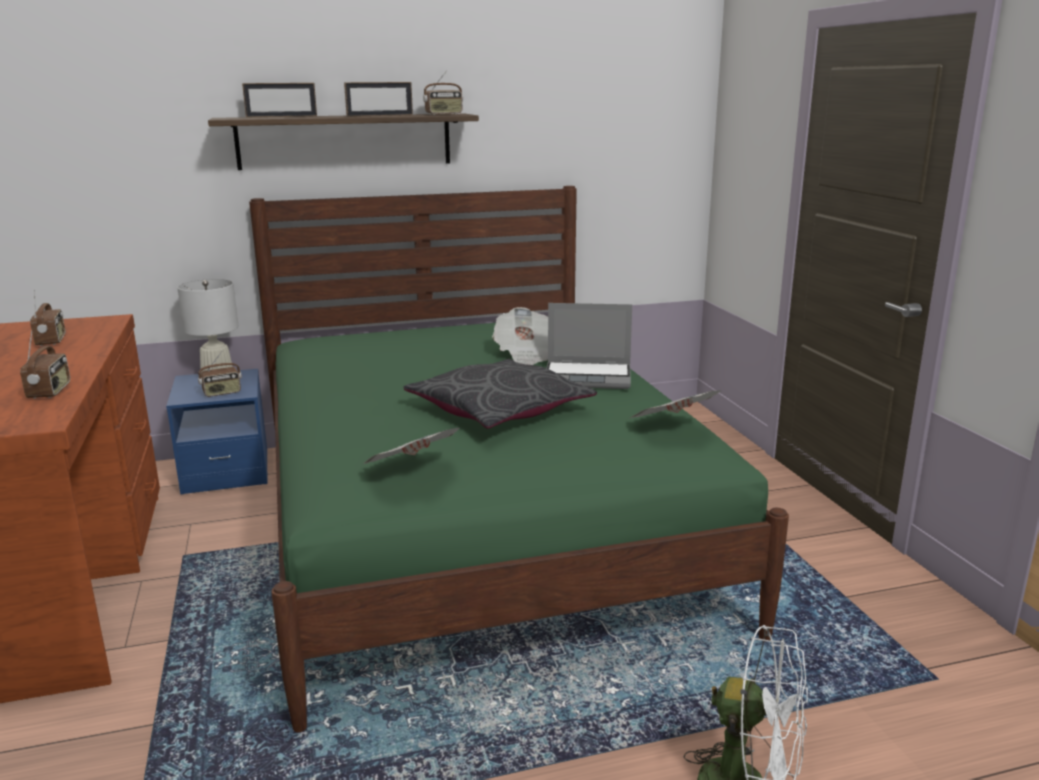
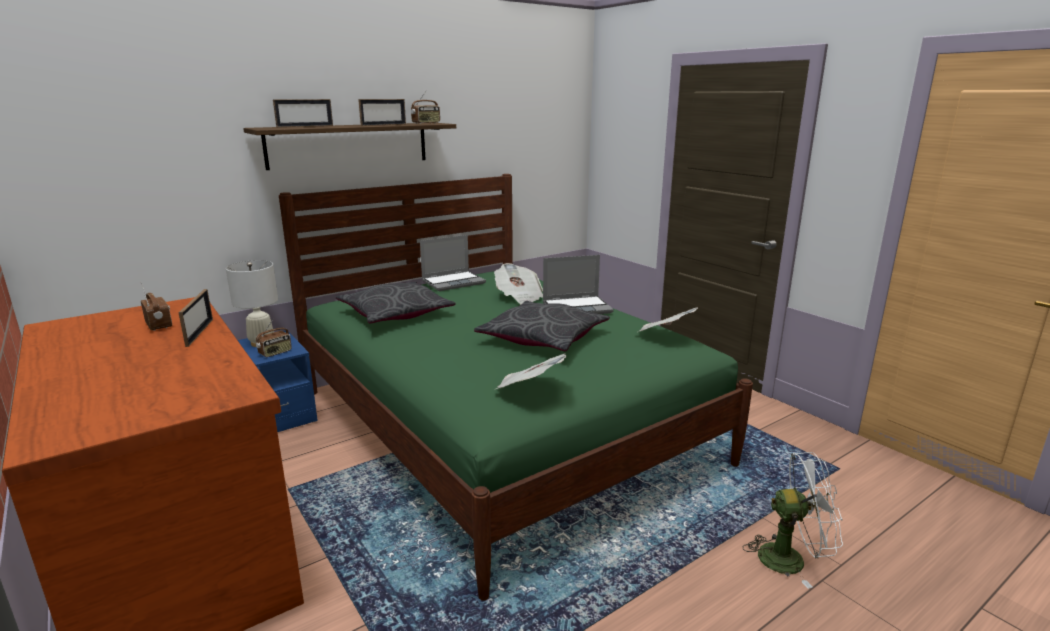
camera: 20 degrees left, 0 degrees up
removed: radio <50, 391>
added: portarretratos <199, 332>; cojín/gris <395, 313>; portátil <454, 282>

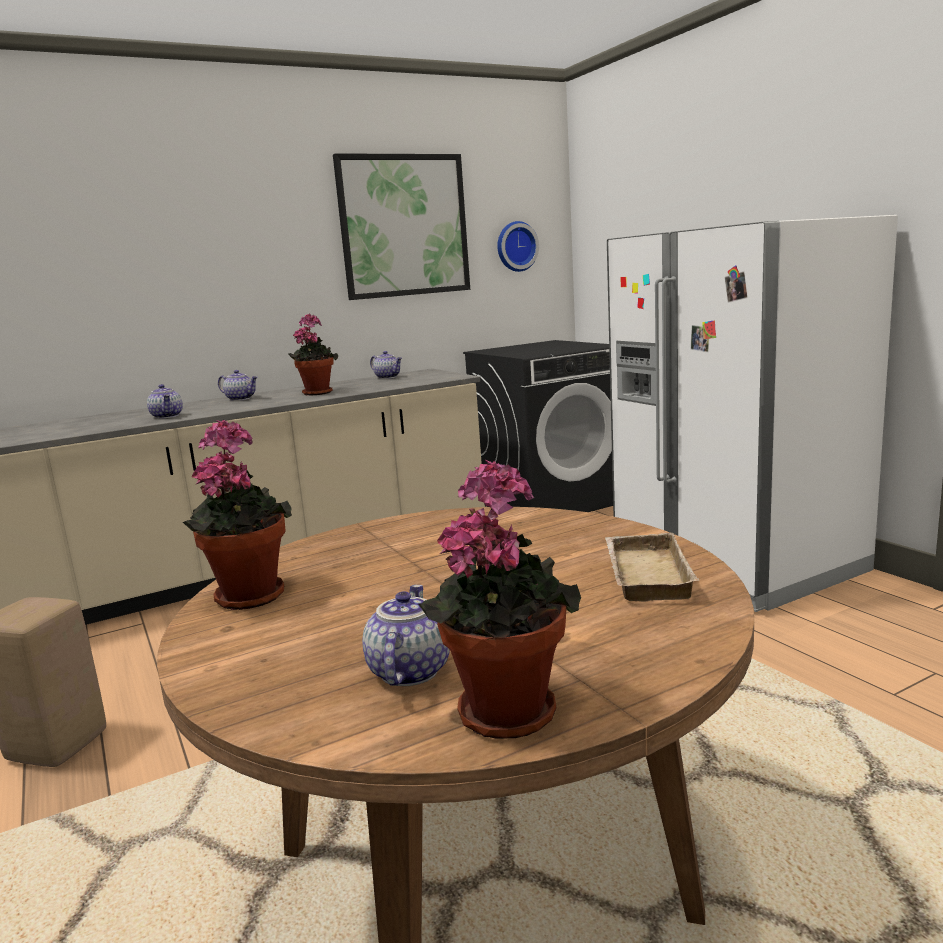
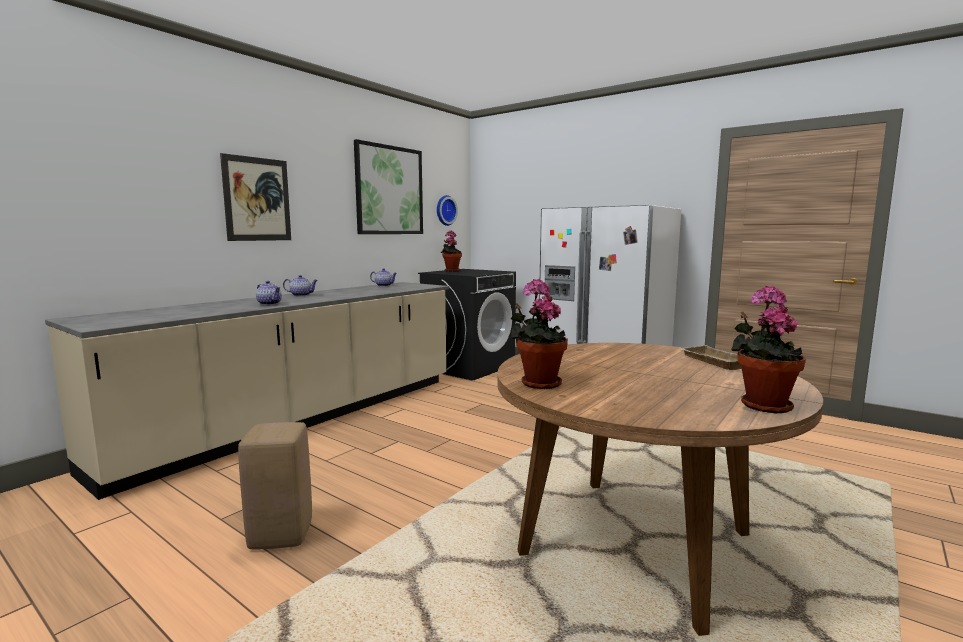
camera: 25 degrees left, 5 degrees down
removed: tetera <407, 671>
added: cuadro <257, 199>
moved: planta en maceta <317, 392> to <451, 271>

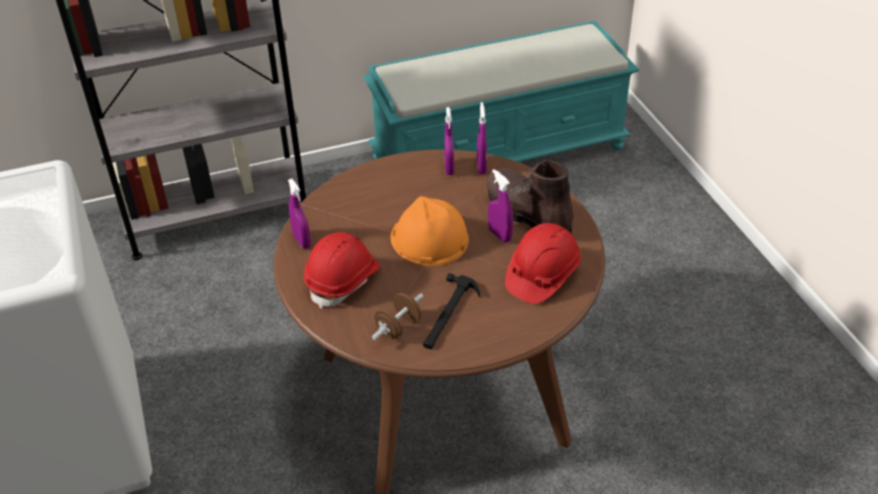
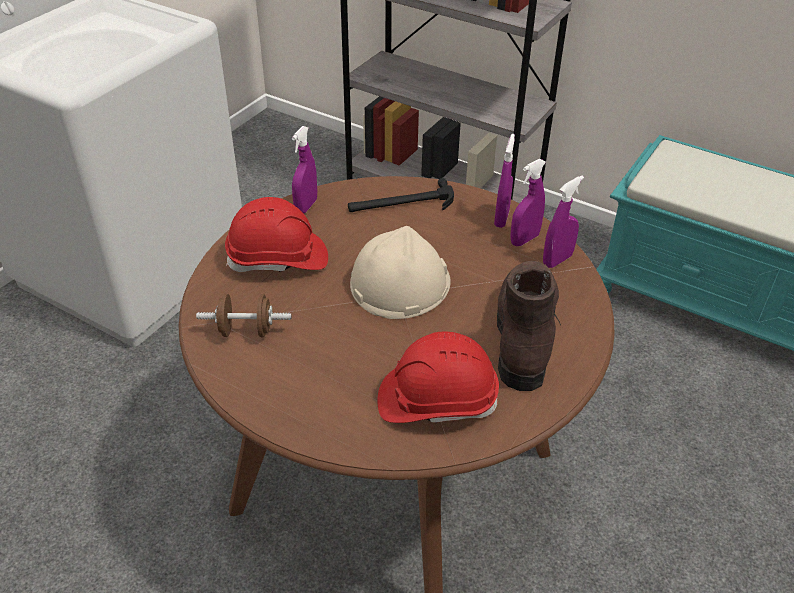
camera: 50 degrees right, 0 degrees up
moved: martillo <448, 314> to <401, 203>; pulverizador/morado <499, 235> to <501, 218>
recoloured: casco/naranja <429, 239> to casco/beis <399, 283>

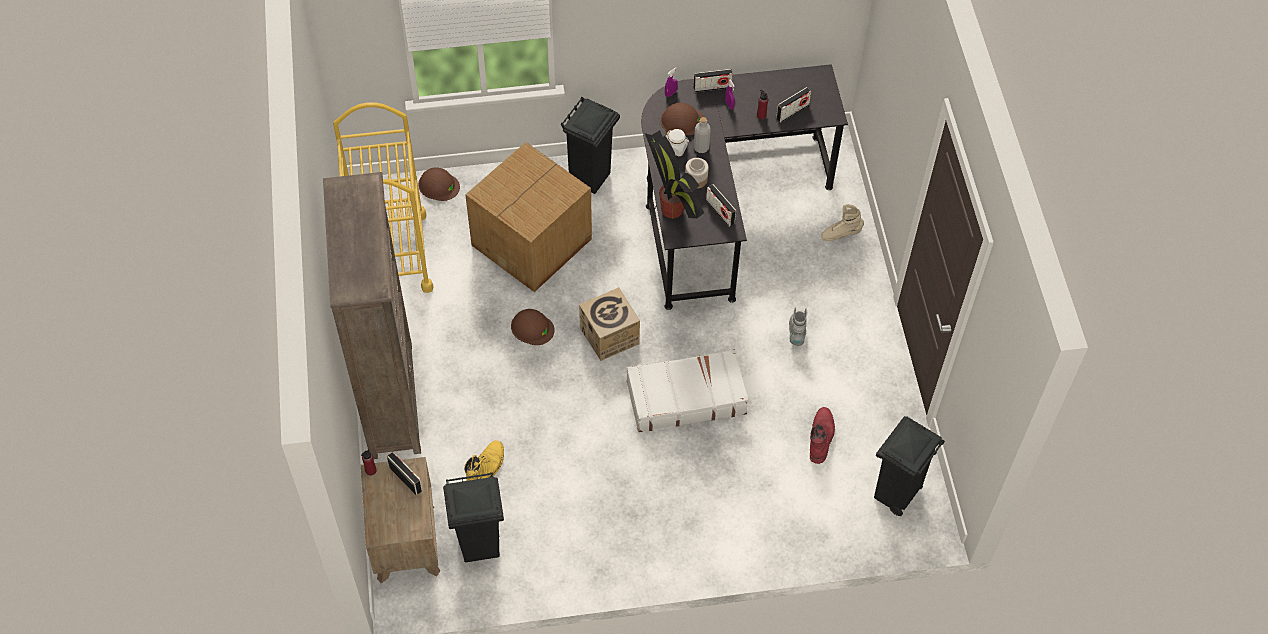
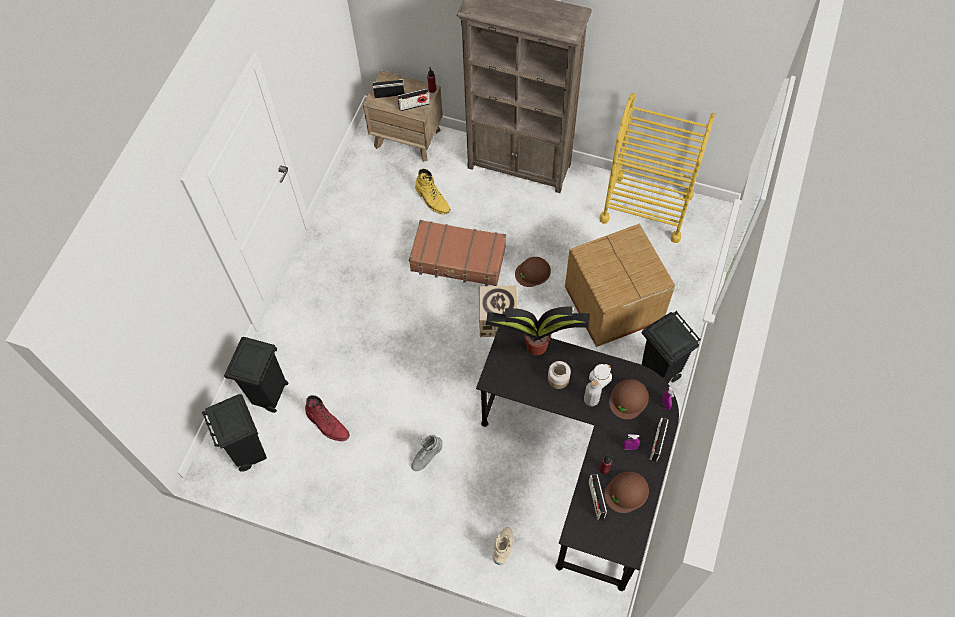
camera: 120 degrees right, 5 degrees up
removed: maleta/blanco <685, 397>
added: maleta/marrón <458, 259>
moved: casco/marrón <438, 185> to <627, 492>; papelera/negro <480, 545> to <269, 396>; radio <720, 212> to <389, 94>
turned: bota/gris <797, 332> = <426, 456> 105 degrees clockwise

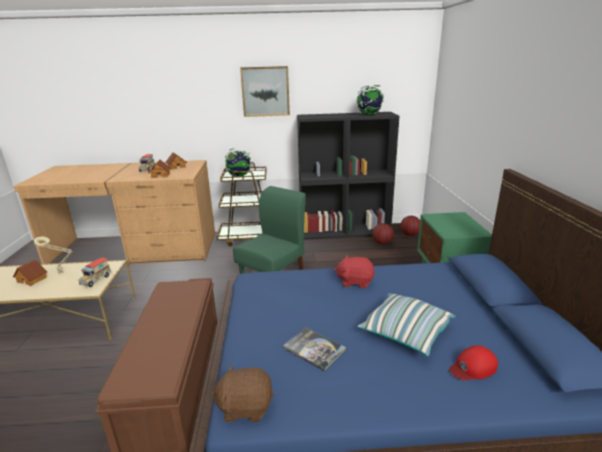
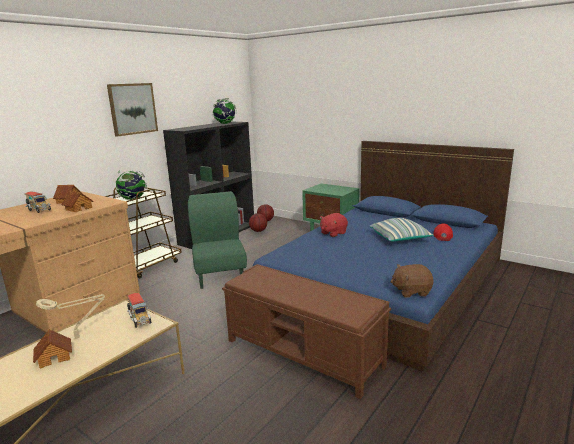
camera: 50 degrees left, 5 degrees down
removed: libro <314, 348>
turned: peluche/marrón <245, 407> = <411, 291> 45 degrees clockwise

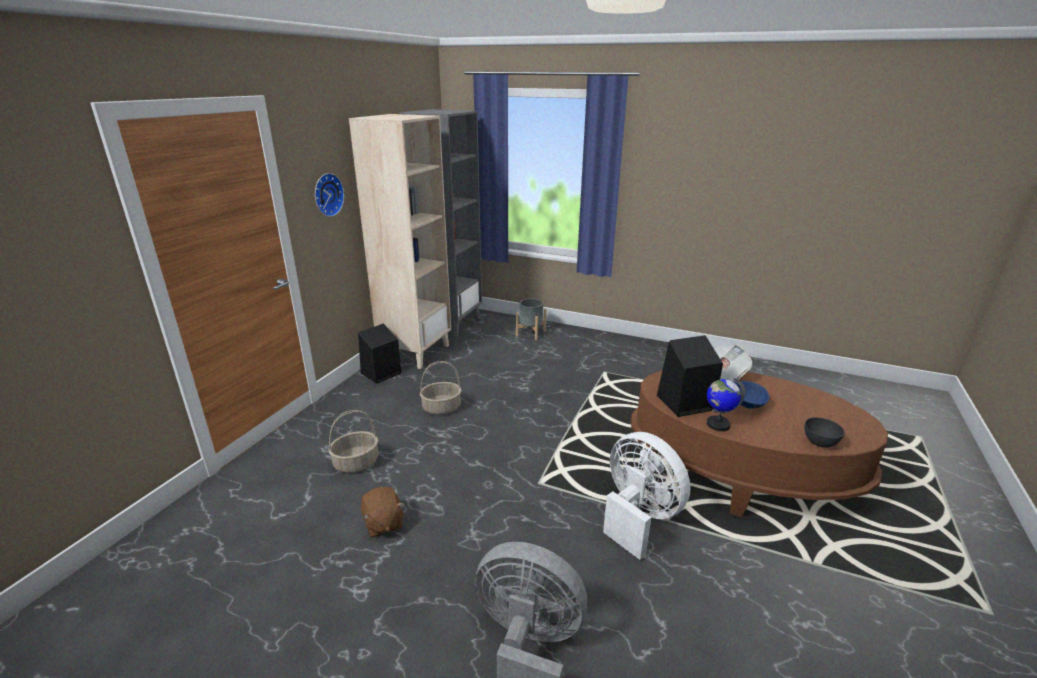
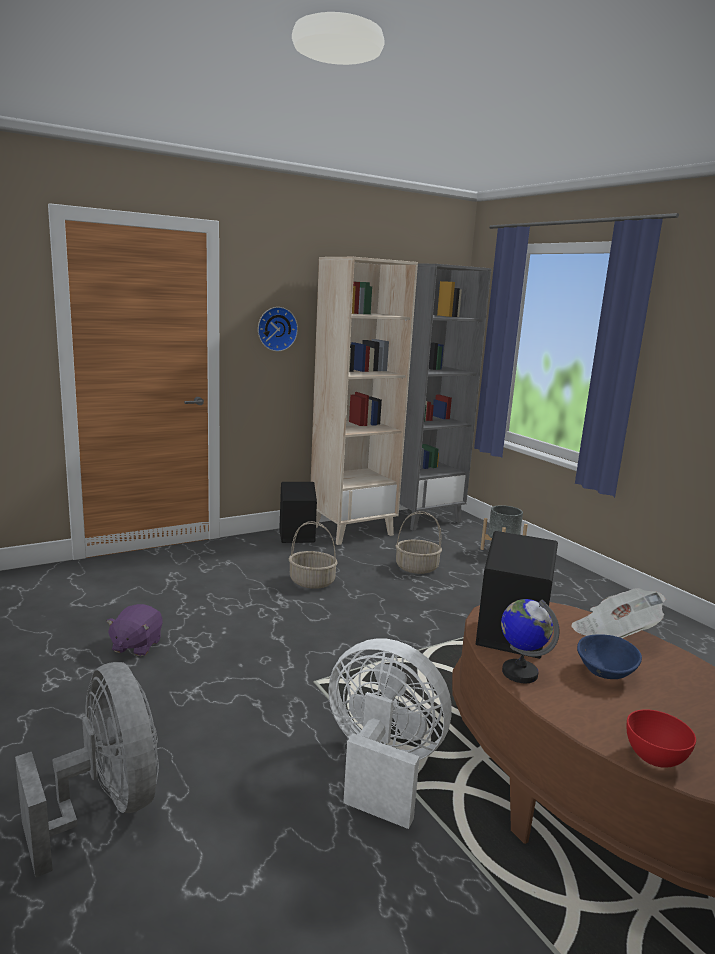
camera: 35 degrees right, 10 degrees down
moved: cesta <356, 462> to <417, 568>
recoloured: peluche/marrón <383, 523> to peluche/morado <136, 645>; cuenco/gris <820, 443> to cuenco/rojo <655, 758>
turned: ventilador/blanco <638, 516> = <382, 767> 60 degrees counterclockwise

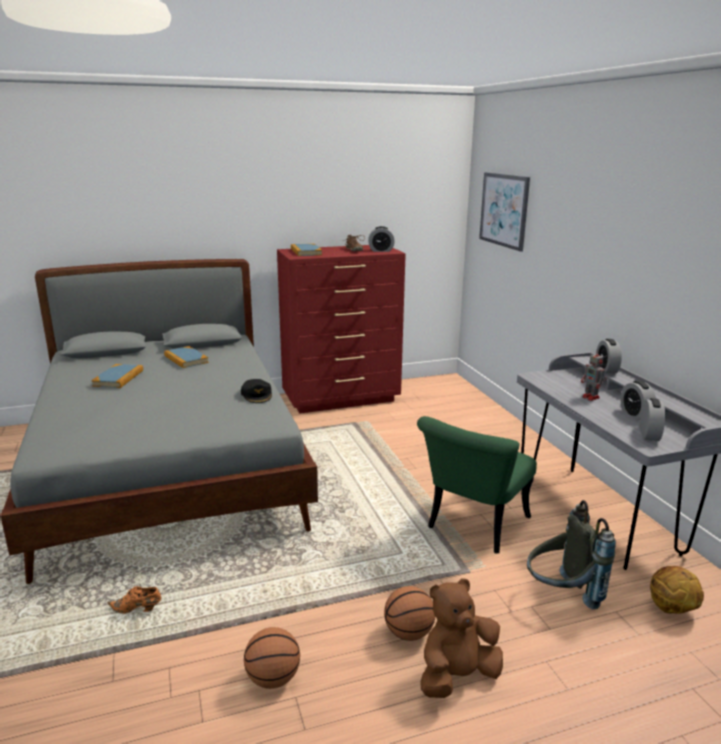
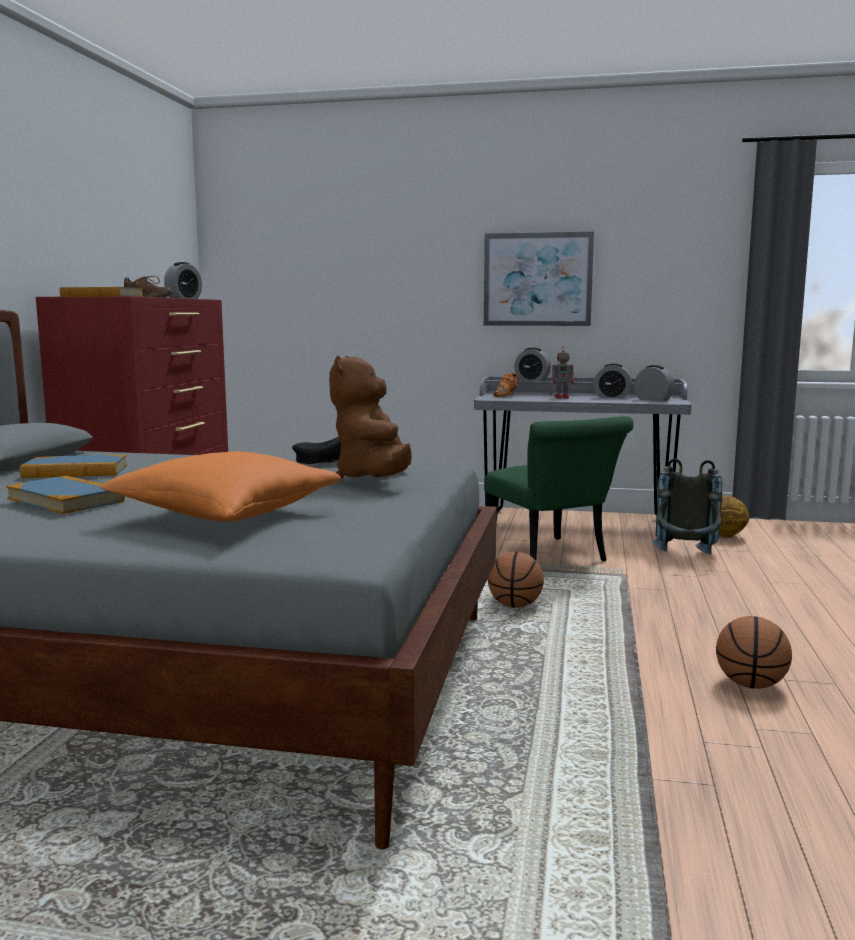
camera: 60 degrees left, 10 degrees down
added: cojín/naranja <226, 514>
moved: zapato/naranja <137, 610> to <506, 396>; balón de baloncesto <408, 633> to <514, 606>; peluche/marrón <457, 676> to <375, 480>; cuadro <504, 210> to <537, 279>

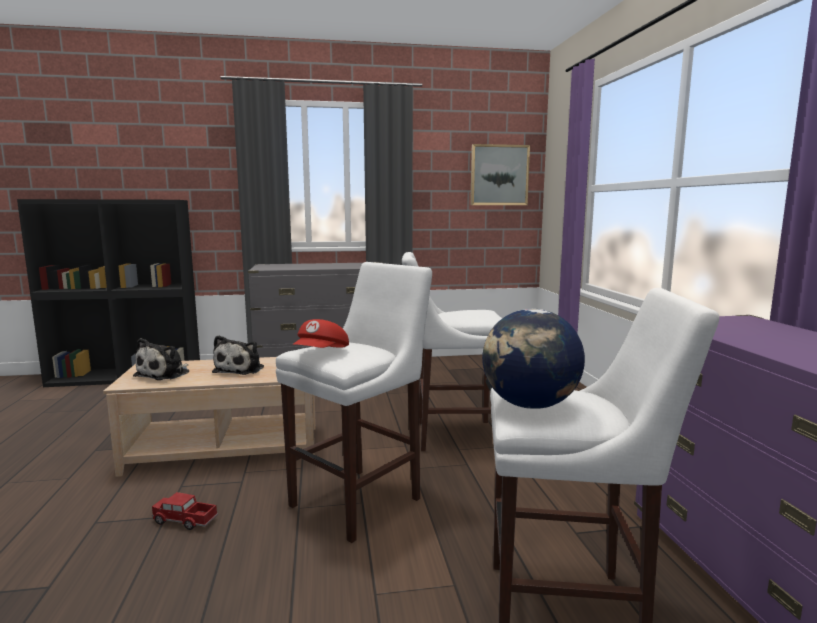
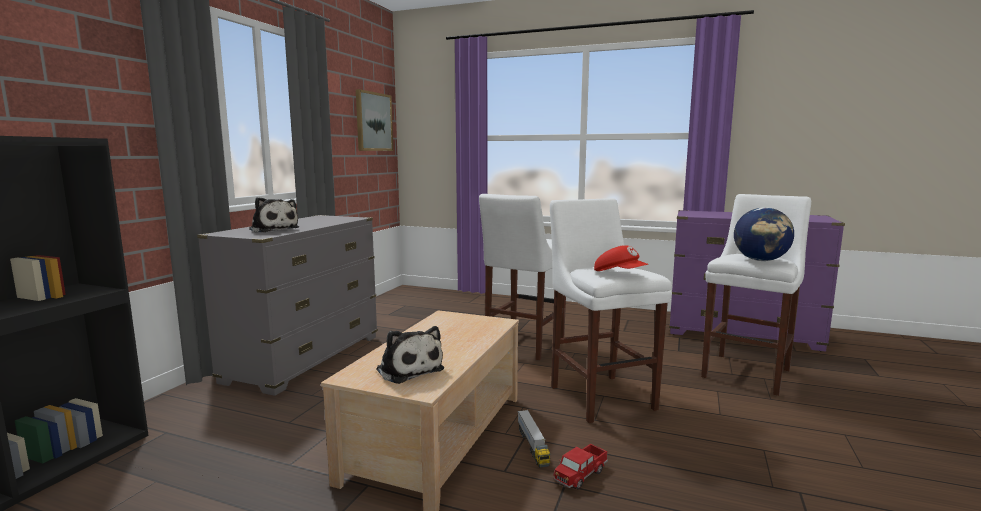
camera: 60 degrees left, 0 degrees up
added: camión de juguete <532, 446>
moved: peluche <241, 369> to <273, 229>

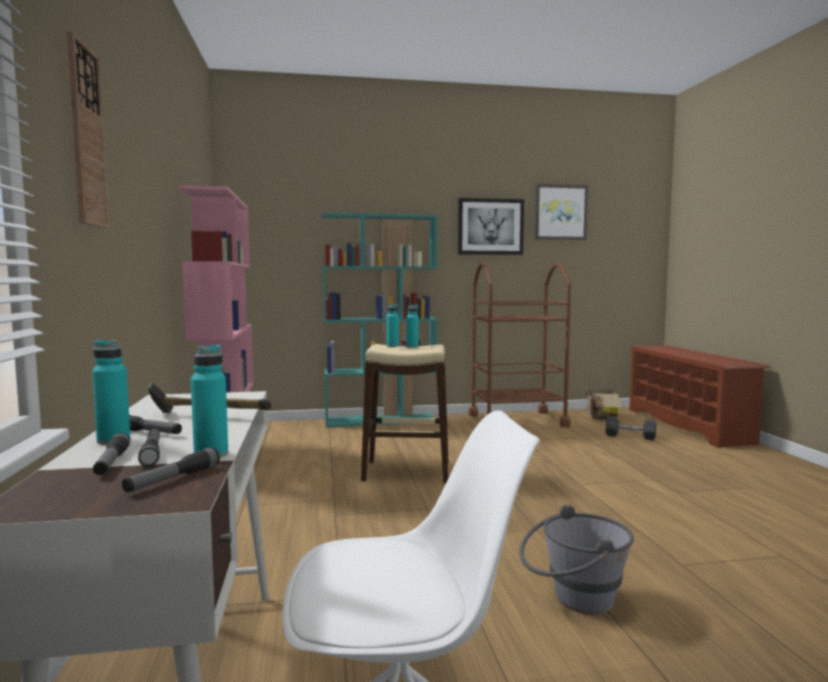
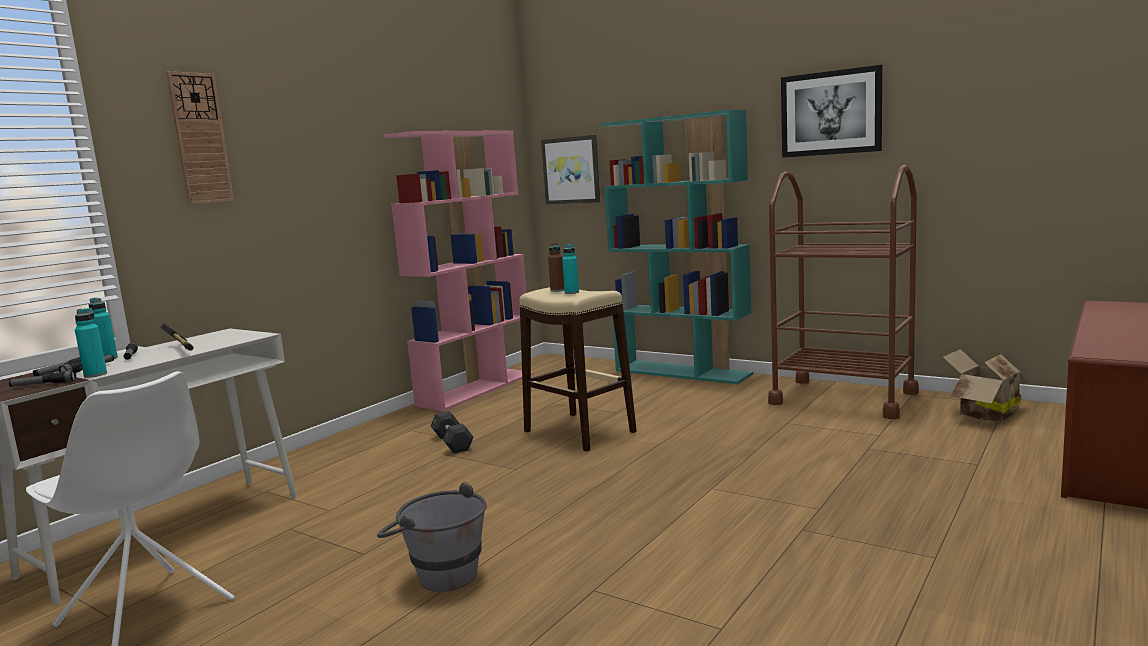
camera: 45 degrees right, 5 degrees up
moved: cuadro <560, 212> to <571, 170>; mancuerna/gris <630, 436> to <452, 443>
recoloured: botella/turquesa <392, 346> to botella/marrón <557, 290>

